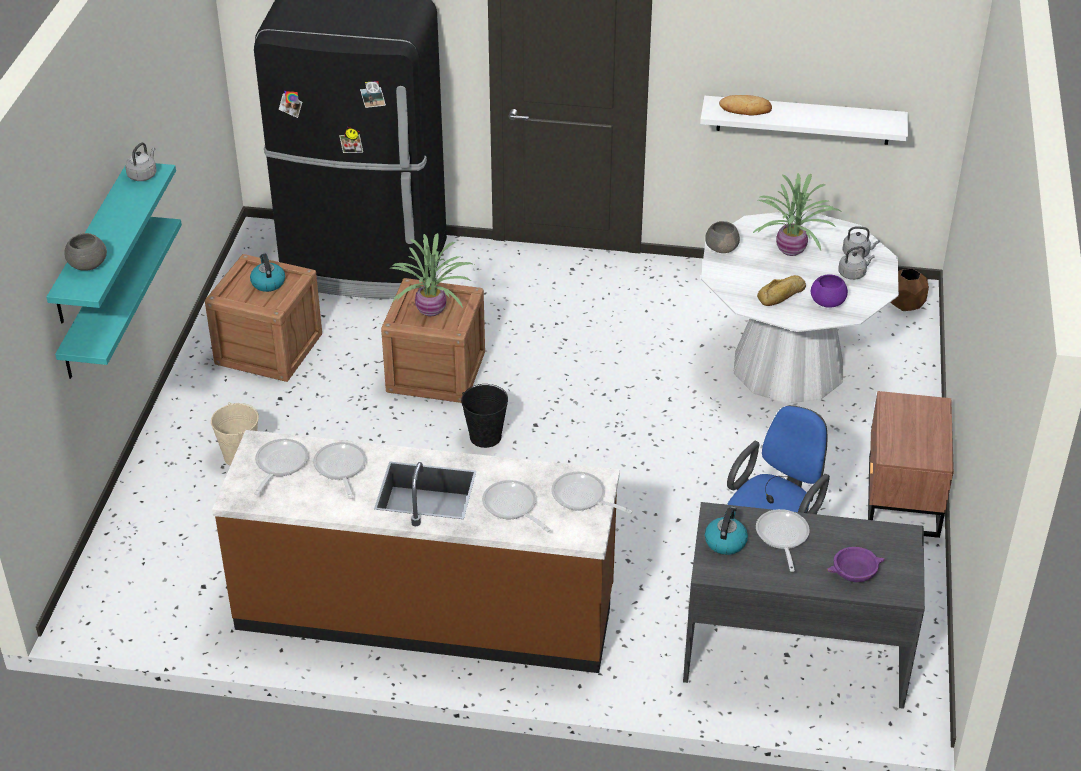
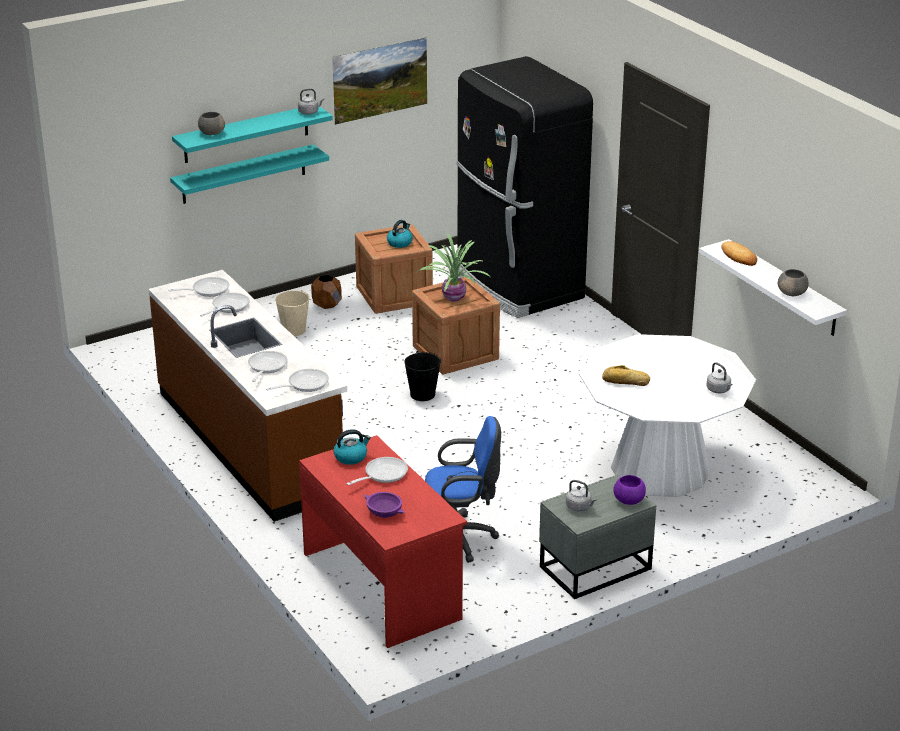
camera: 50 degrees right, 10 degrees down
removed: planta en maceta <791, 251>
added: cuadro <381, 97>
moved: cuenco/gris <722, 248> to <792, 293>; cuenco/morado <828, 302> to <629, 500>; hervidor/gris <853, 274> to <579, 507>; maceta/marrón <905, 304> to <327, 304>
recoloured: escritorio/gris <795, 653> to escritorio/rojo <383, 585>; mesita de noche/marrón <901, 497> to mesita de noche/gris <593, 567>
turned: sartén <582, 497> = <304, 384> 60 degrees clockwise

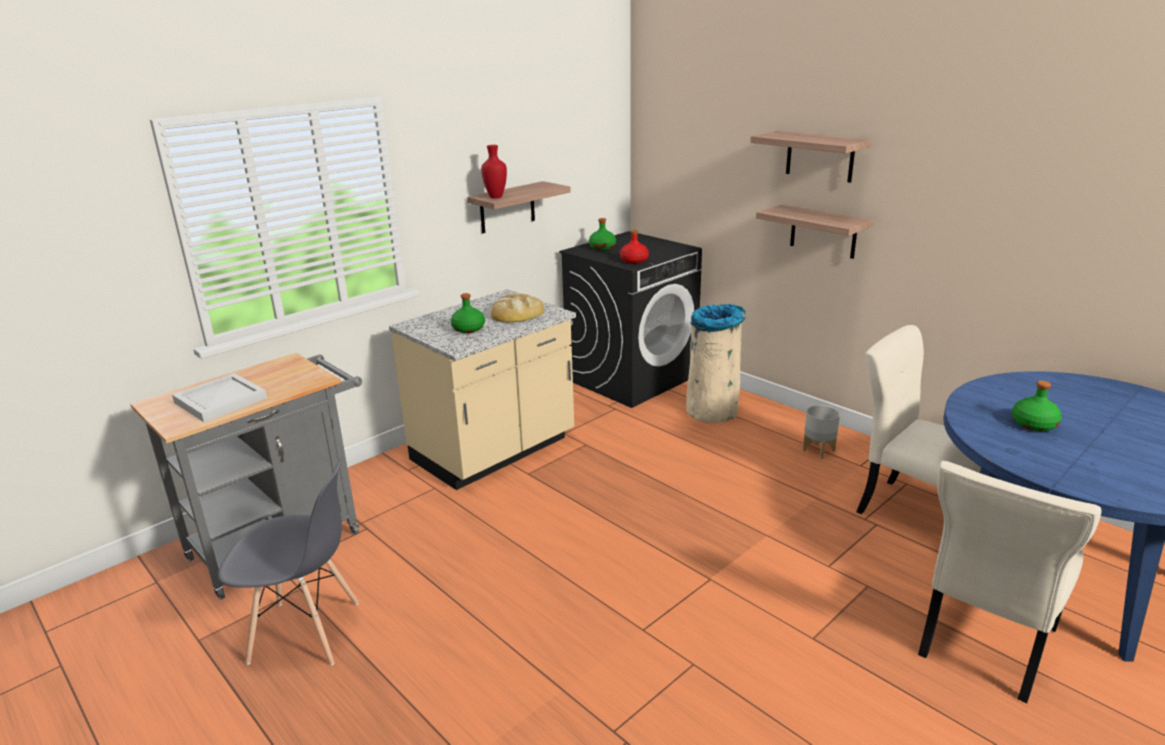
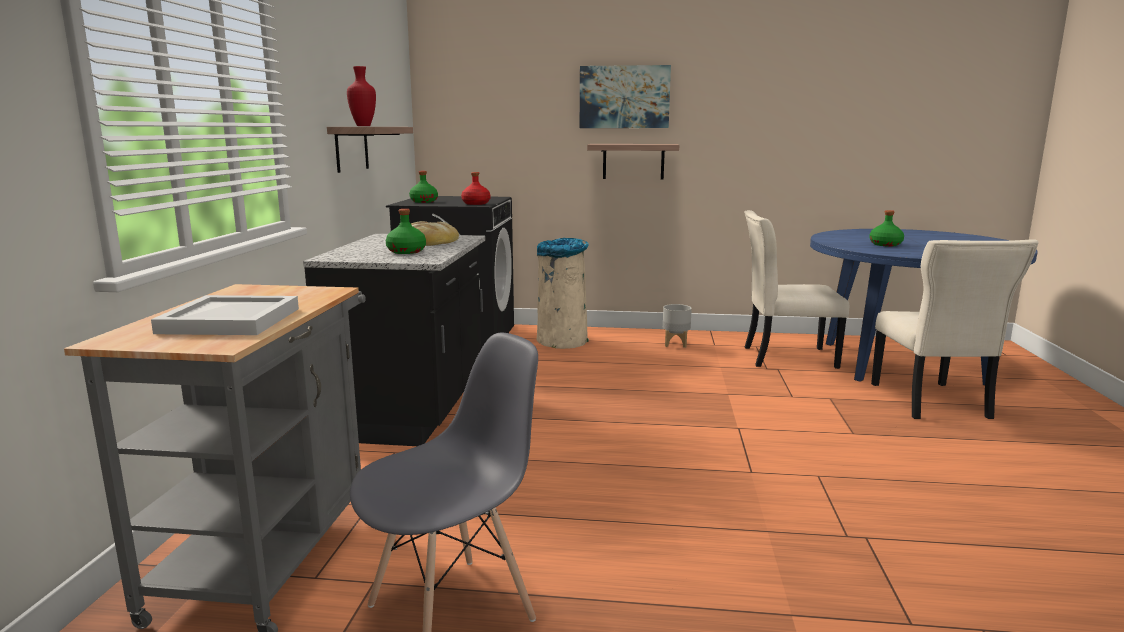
camera: 40 degrees left, 10 degrees down
replaced: estante <820, 156> to cuadro <624, 97>
recoloured: mueble bajo de cocina/beis <494, 451> to mueble bajo de cocina/negro <413, 410>

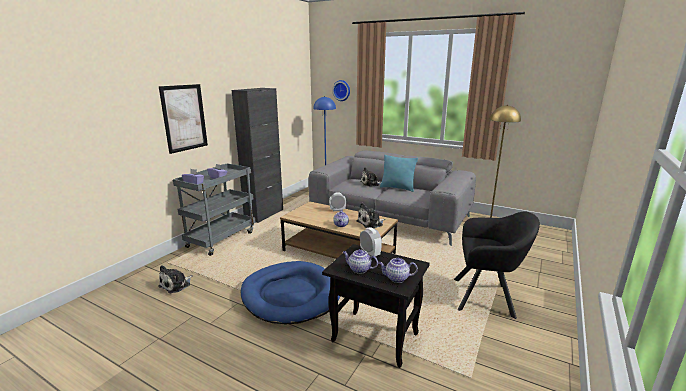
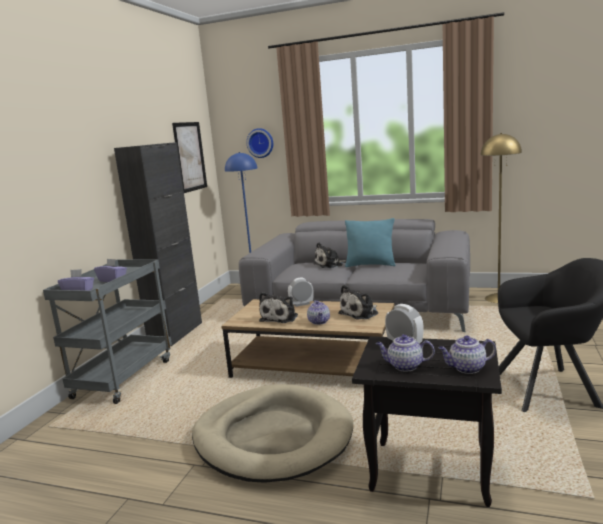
camera: 10 degrees left, 5 degrees down
moved: peluche <176, 285> to <280, 317>; cuadro <184, 118> to <190, 156>
recoloured: cama para perro/azul <290, 295> to cama para perro/beis <272, 437>

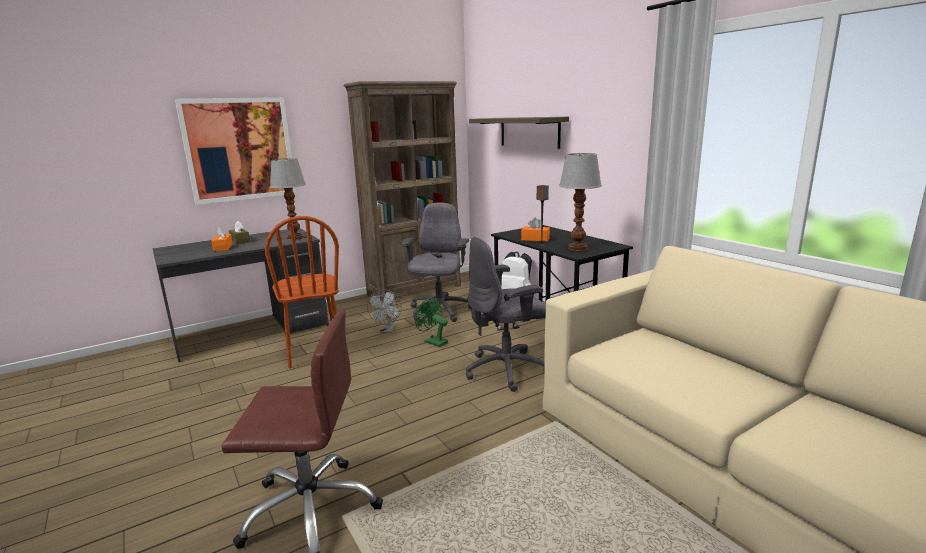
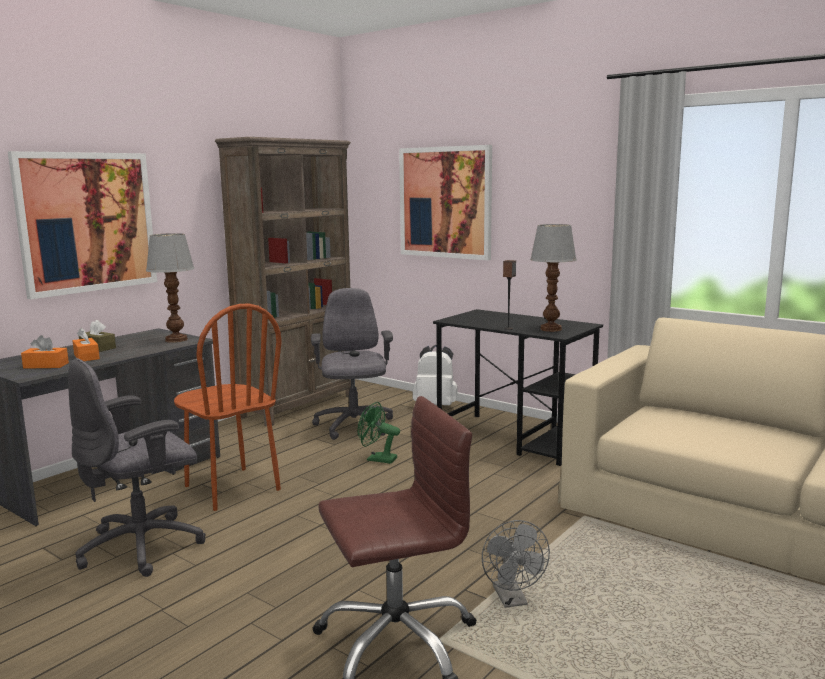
camera: 20 degrees left, 5 degrees down
moved: ventilador/gris <387, 330> to <512, 600>; silla de oficina/gris <507, 370> to <144, 546>; caja de pañuelos/naranja <535, 239> to <46, 365>
replaced: estante <529, 132> to cuadro <445, 202>

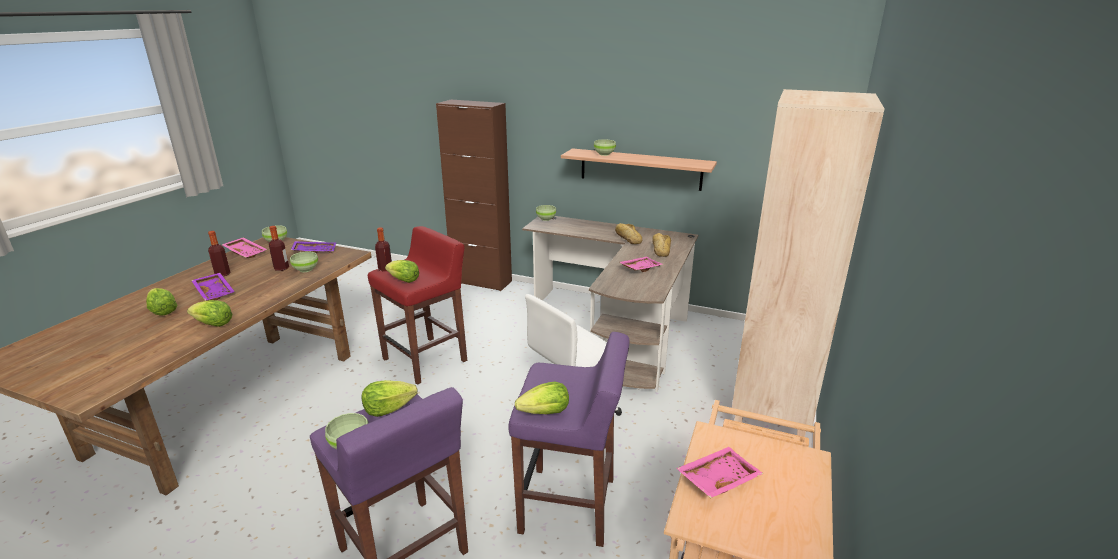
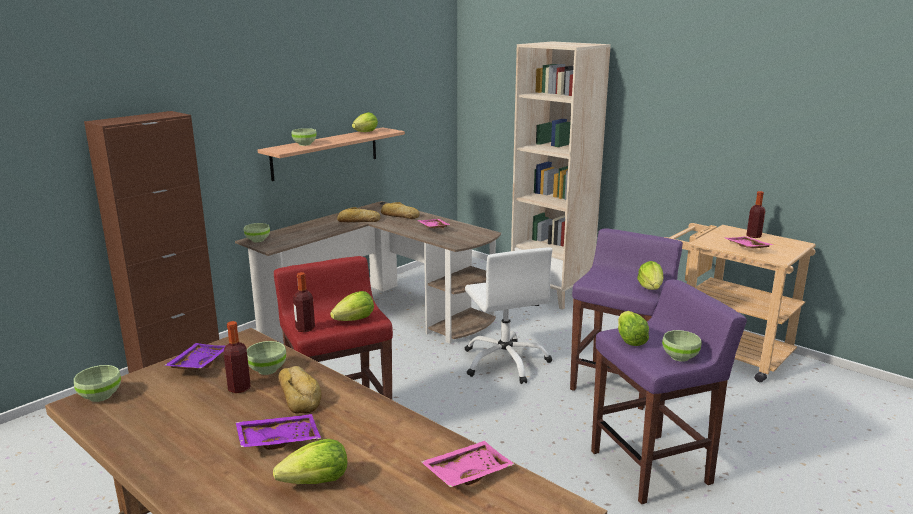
camera: 70 degrees left, 5 degrees down
added: pan <300, 395>
moved: lechuga <213, 324> to <365, 132>; botella <222, 274> to <753, 236>; bandeja/rosa <246, 252> to <467, 472>

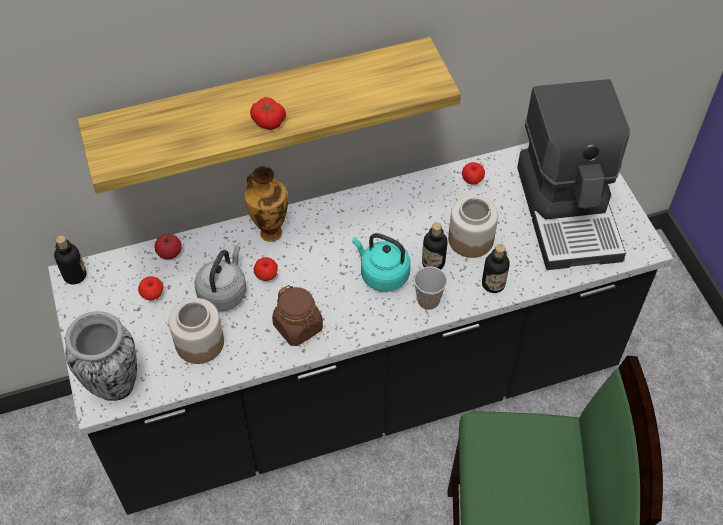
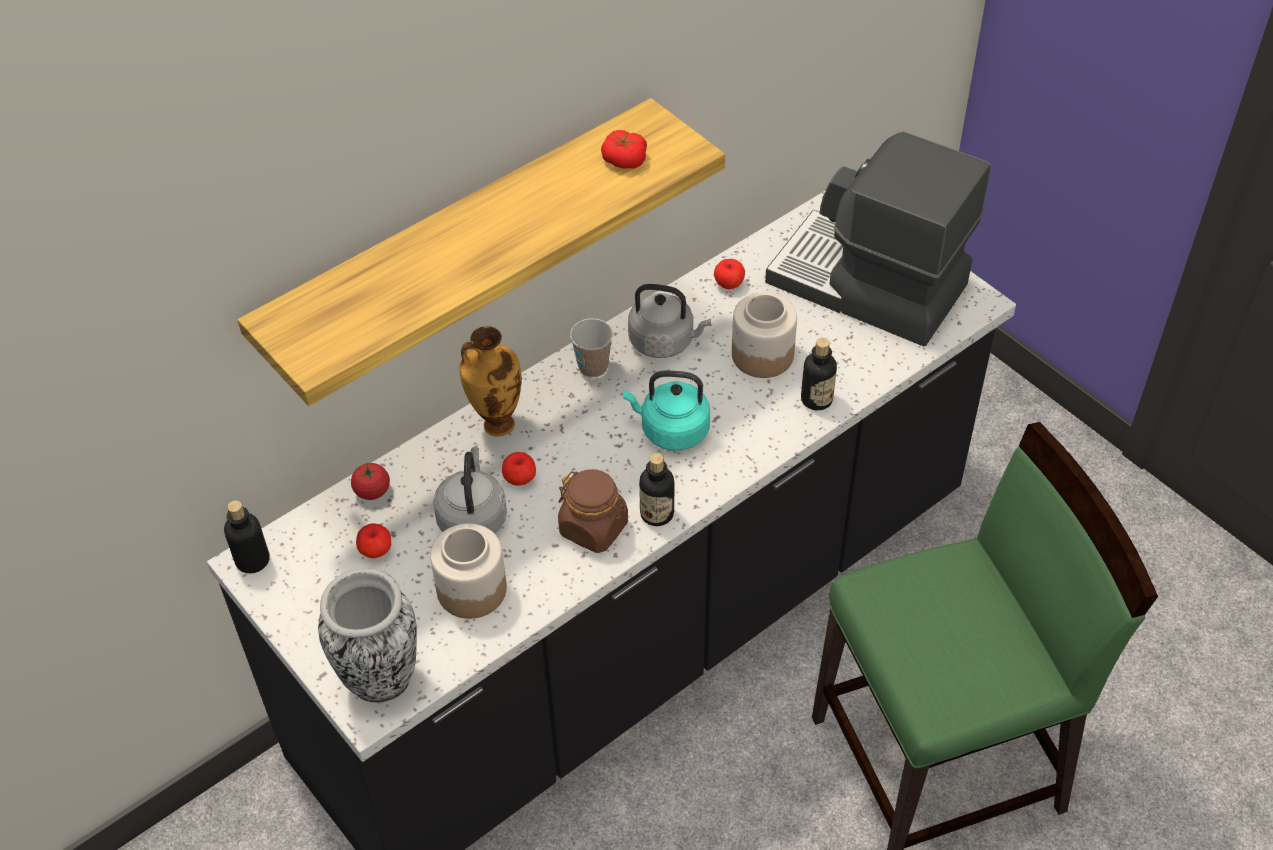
camera: 20 degrees left, 5 degrees down
added: hervidor/gris <665, 342>
moved: tomate <268, 120> to <624, 160>; taza <428, 300> to <593, 367>; botella <433, 262> to <657, 514>
turned: cafetera <569, 211> = <867, 286> 150 degrees clockwise

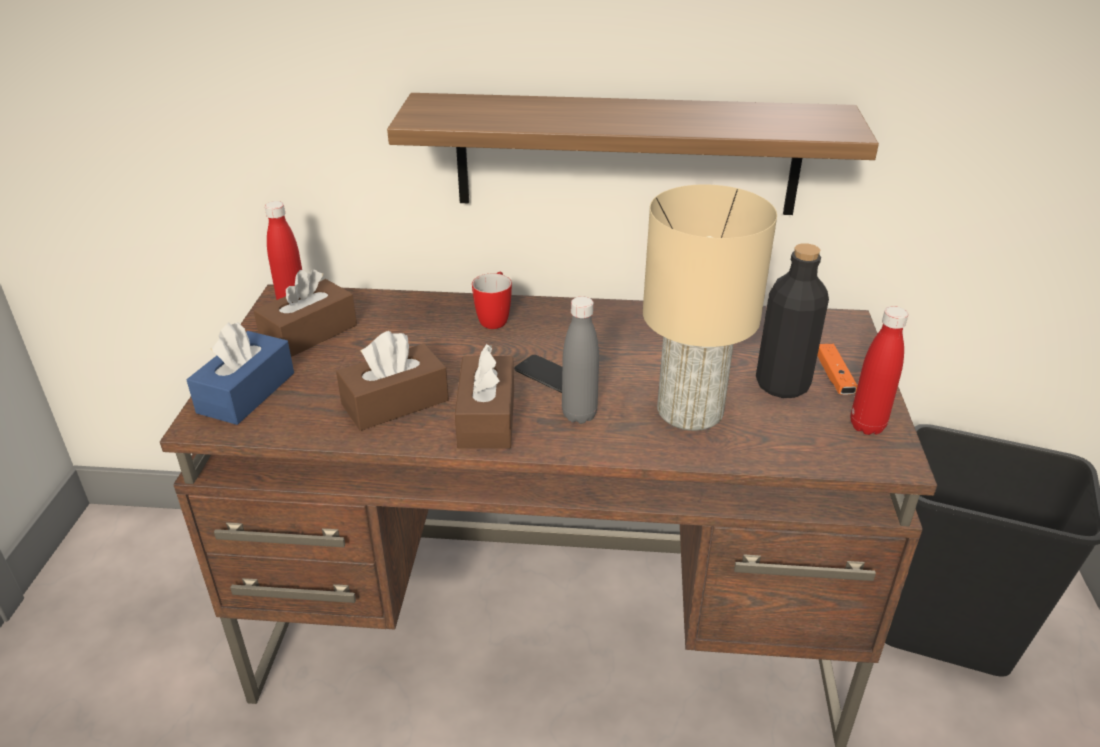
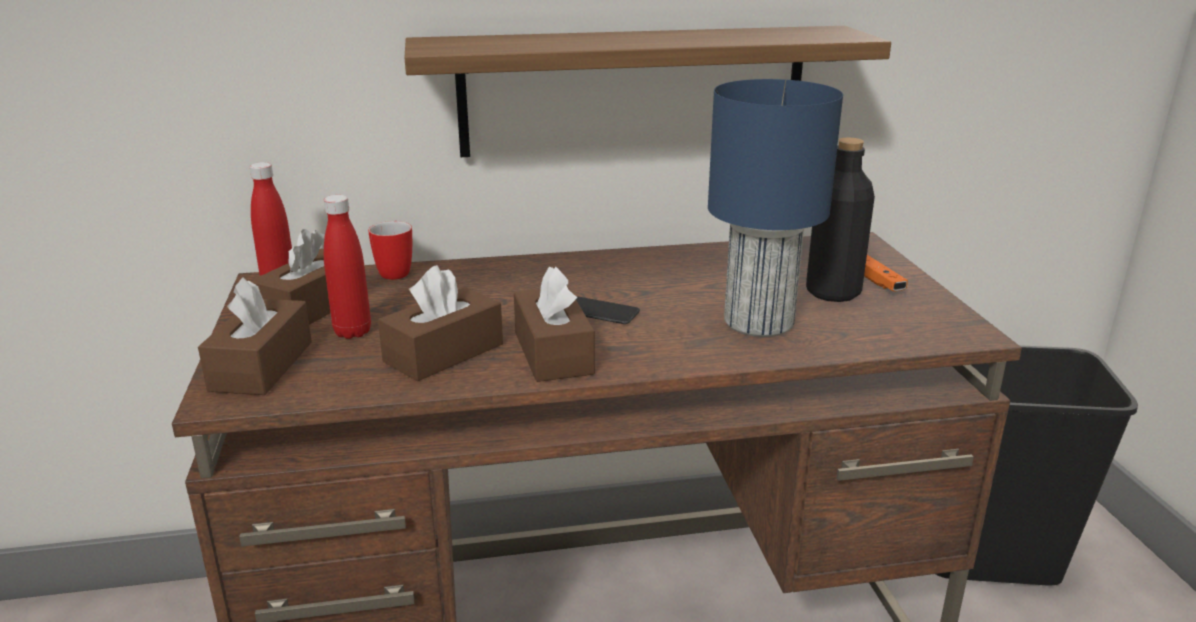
camera: 15 degrees left, 10 degrees down
removed: botella/gris <579, 415>
moved: taza grande <495, 318> to <396, 271>; botella/rojo <867, 426> to <352, 332>
recoloured: caja de pañuelos/azul <246, 393> to caja de pañuelos/marrón <262, 366>; lámpara de mesa/beis <690, 412> to lámpara de mesa/azul <760, 323>

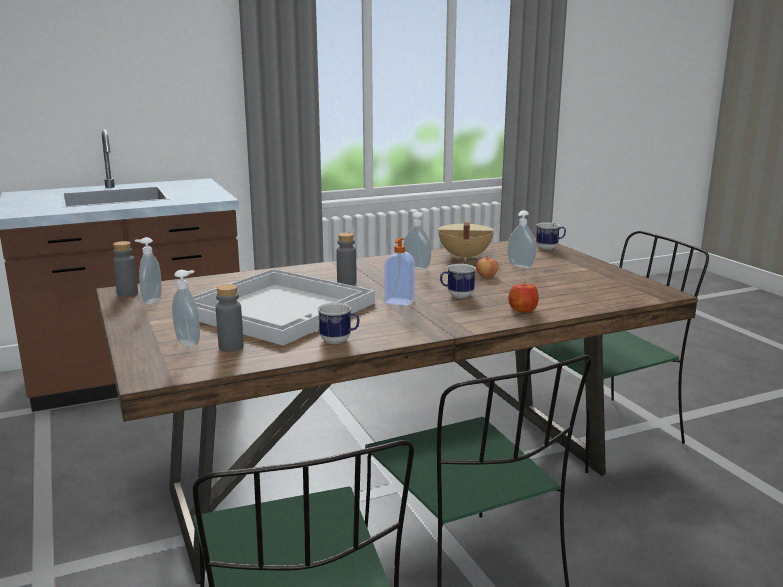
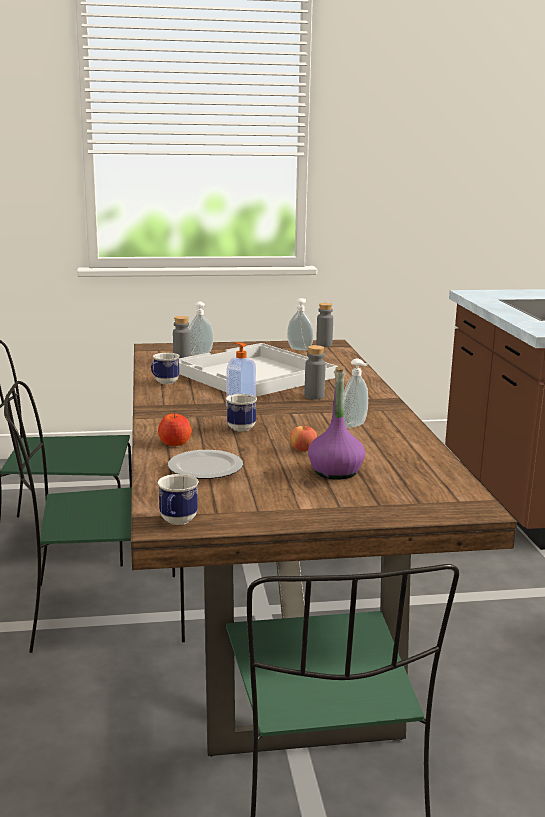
camera: 105 degrees right, 0 degrees up
removed: olla/beis <463, 257>
added: plato <204, 467>
moved: taza grande <550, 248> to <177, 522>
replaced: dispensador de jabón <519, 266> to botella/morado <335, 472>

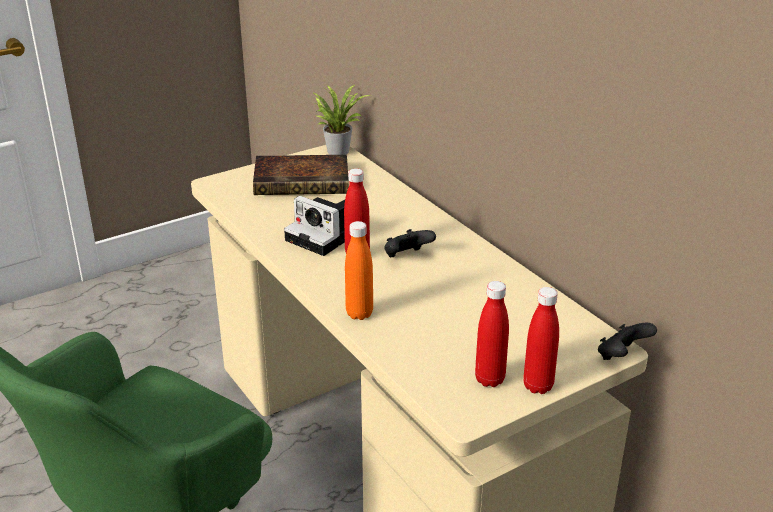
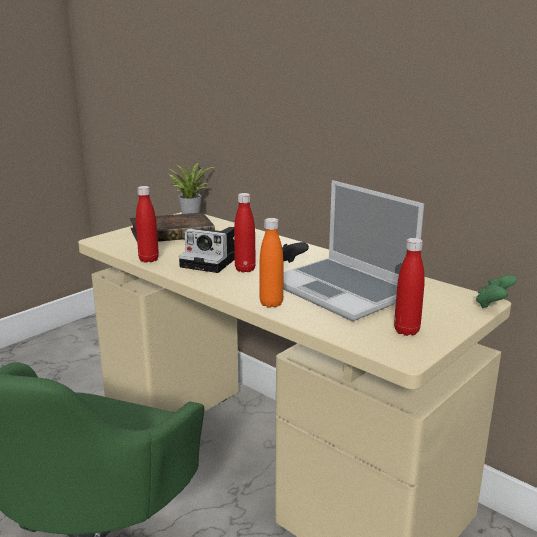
camera: 15 degrees left, 10 degrees down
added: portátil <344, 291>
moved: botella/rojo <538, 386> to <148, 259>
recoloured: mando de consola/negro <621, 356> to mando de consola/verde <493, 305>

